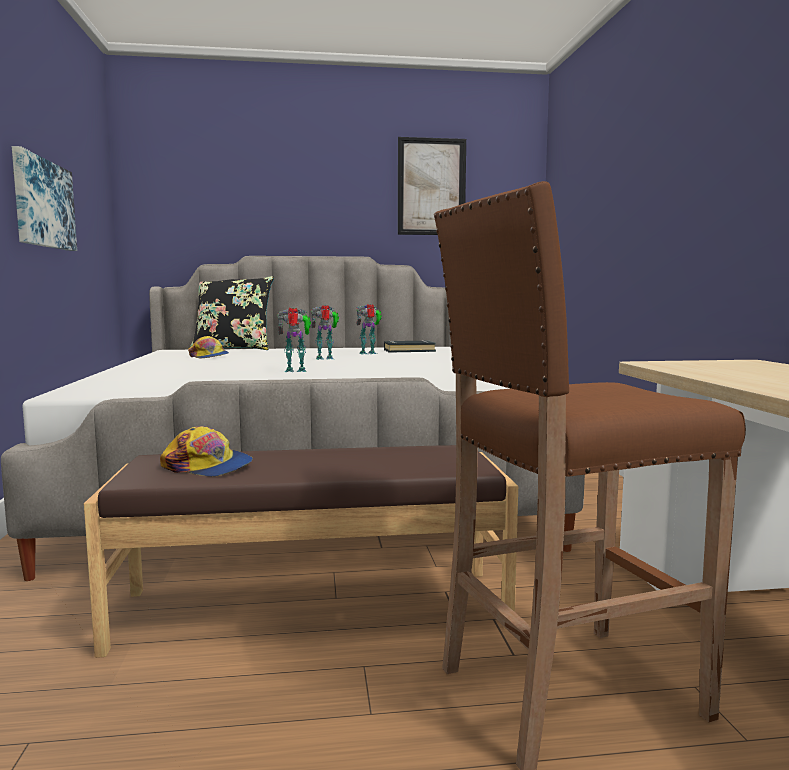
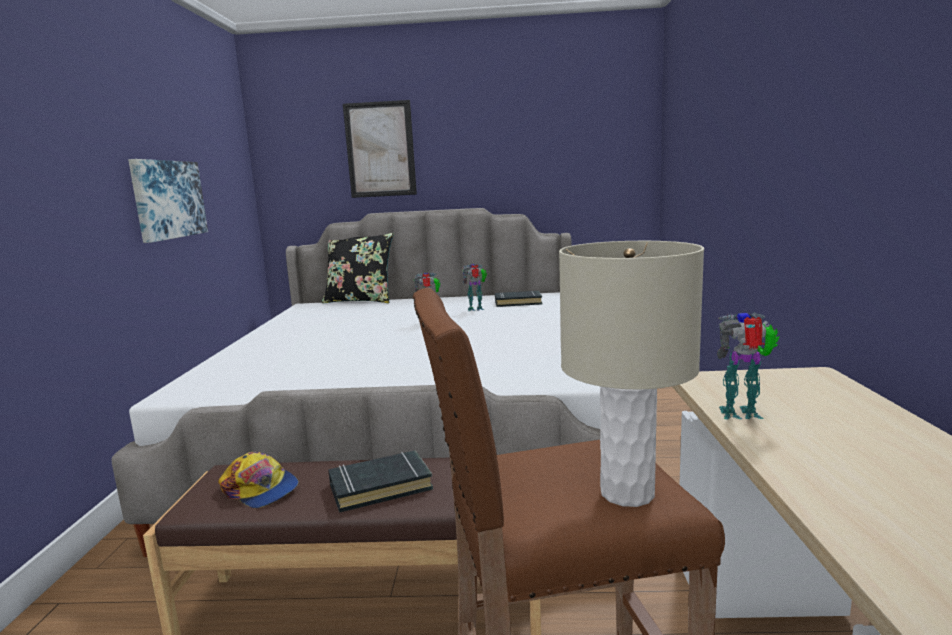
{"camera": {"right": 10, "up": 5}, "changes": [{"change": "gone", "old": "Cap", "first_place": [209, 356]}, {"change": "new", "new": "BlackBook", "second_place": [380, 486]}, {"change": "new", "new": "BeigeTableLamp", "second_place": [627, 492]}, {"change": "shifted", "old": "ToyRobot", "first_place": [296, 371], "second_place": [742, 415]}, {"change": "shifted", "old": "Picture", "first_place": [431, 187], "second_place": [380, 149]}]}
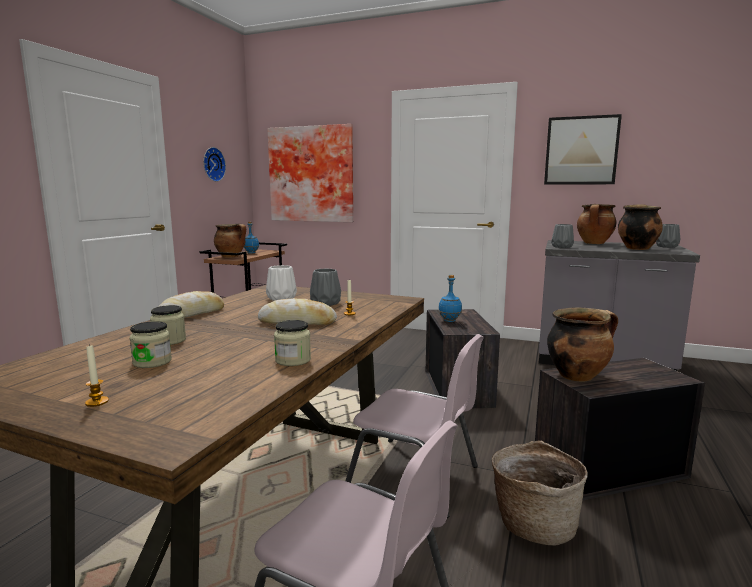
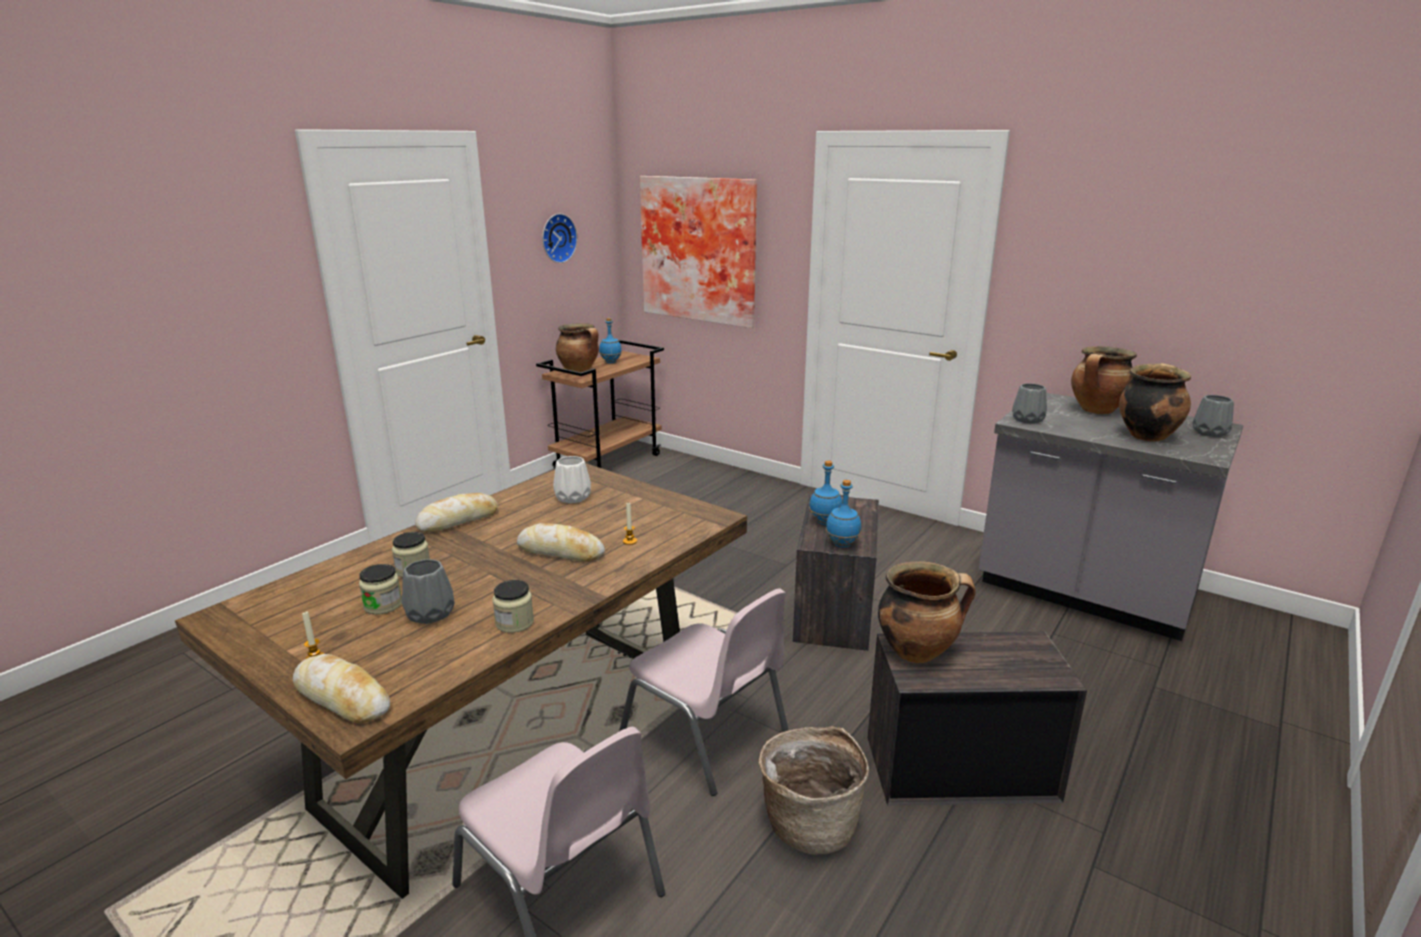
{"camera": {"right": 15, "up": 10}, "changes": [{"change": "gone", "old": "Picture", "first_place": [581, 150]}, {"change": "new", "new": "Bread", "second_place": [342, 698]}, {"change": "new", "new": "BlueBottle", "second_place": [841, 544]}, {"change": "shifted", "old": "GreyVase", "first_place": [326, 303], "second_place": [431, 613]}]}
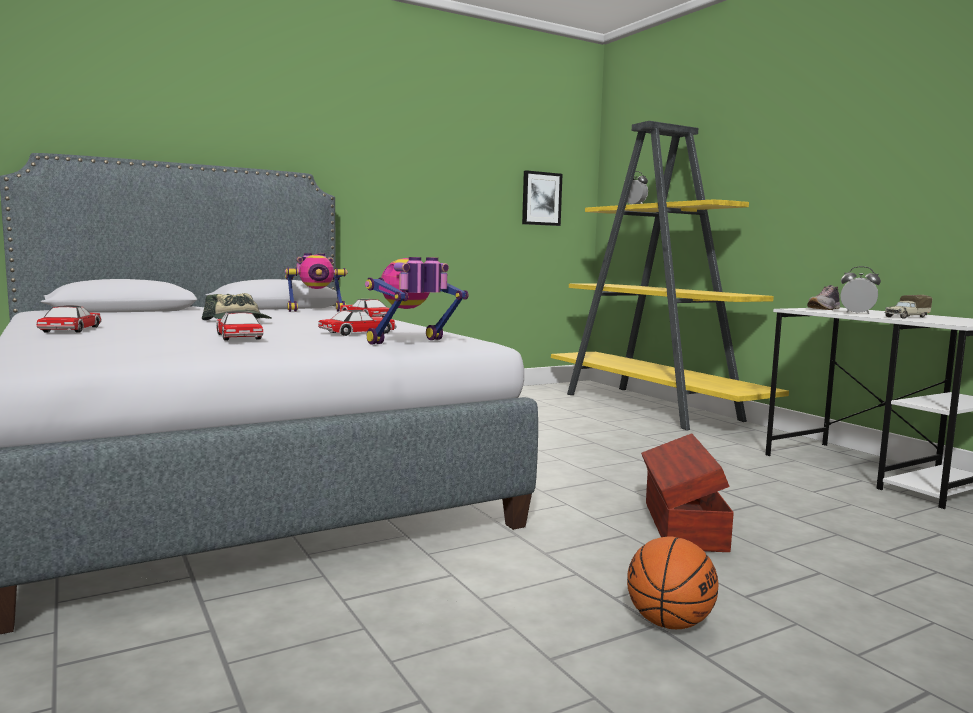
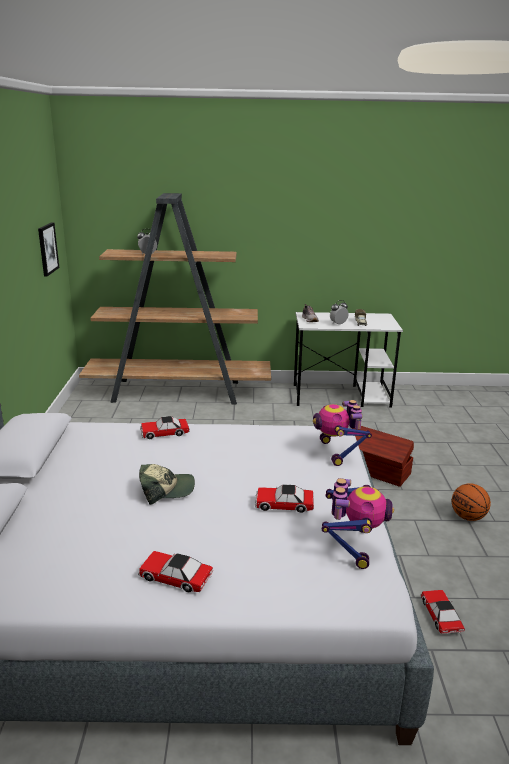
{"camera": {"right": -60, "up": 15}, "changes": [{"change": "shifted", "old": "ToyRobot", "first_place": [316, 310], "second_place": [352, 545]}, {"change": "shifted", "old": "ToyCar", "first_place": [358, 333], "second_place": [441, 615]}, {"change": "repainted", "old": "YellowBookcase", "new": "BrownBookcase", "first_place": [652, 407], "second_place": [179, 392]}]}
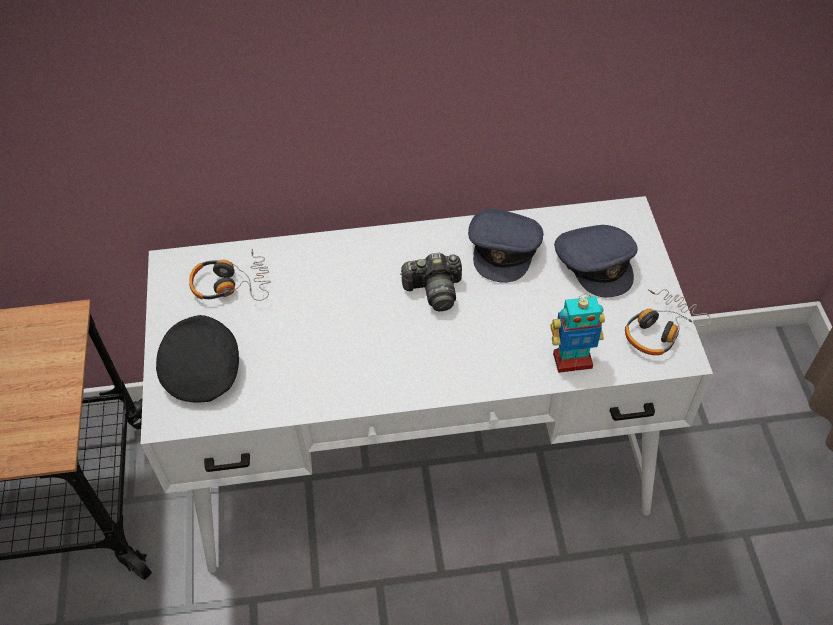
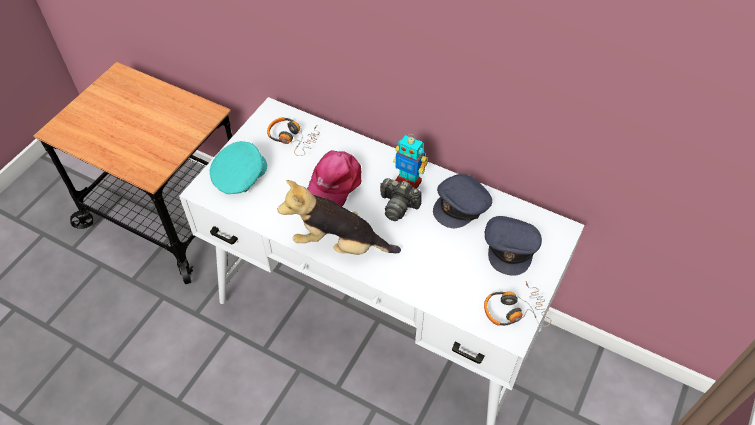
{"camera": {"right": 35, "up": 0}, "changes": [{"change": "new", "new": "PlushToy", "second_place": [339, 244]}, {"change": "new", "new": "PinkCap", "second_place": [334, 183]}, {"change": "shifted", "old": "ToyRobot", "first_place": [572, 360], "second_place": [408, 181]}, {"change": "repainted", "old": "BlackCap", "new": "TurquoiseCap", "first_place": [201, 369], "second_place": [239, 175]}]}
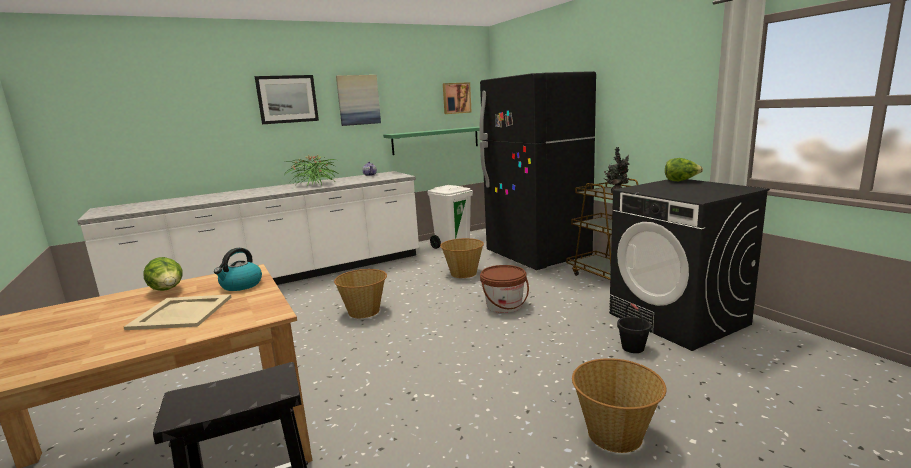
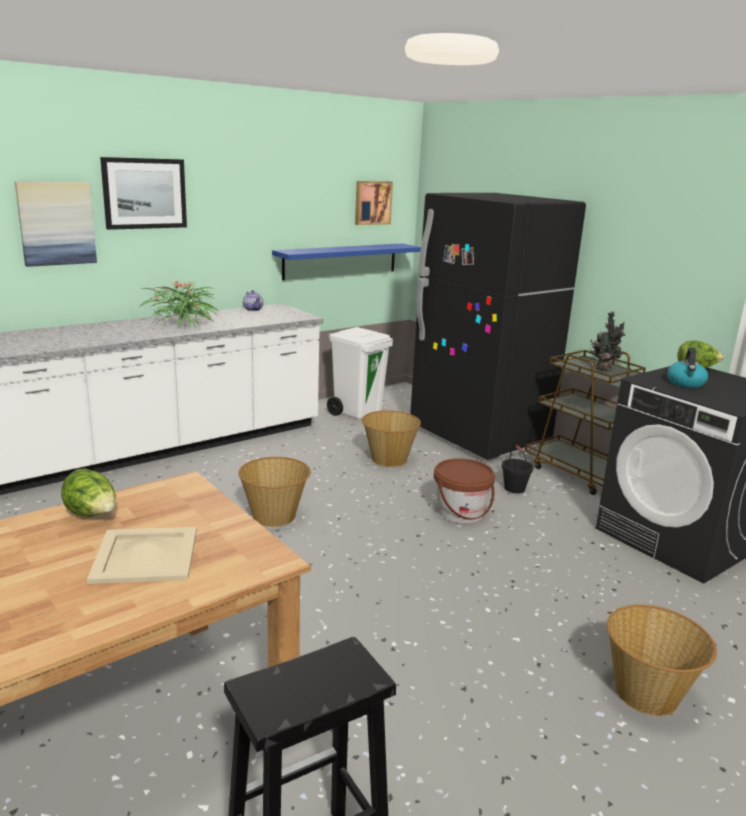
{"camera": {"right": -10, "up": 5}, "changes": [{"change": "shifted", "old": "Kettle", "first_place": [241, 285], "second_place": [686, 383]}, {"change": "shifted", "old": "Picture", "first_place": [358, 100], "second_place": [56, 223]}, {"change": "shifted", "old": "BlackBucket", "first_place": [633, 348], "second_place": [514, 488]}, {"change": "repainted", "old": "GreenShelf", "new": "BlueShelf", "first_place": [436, 140], "second_place": [341, 261]}]}
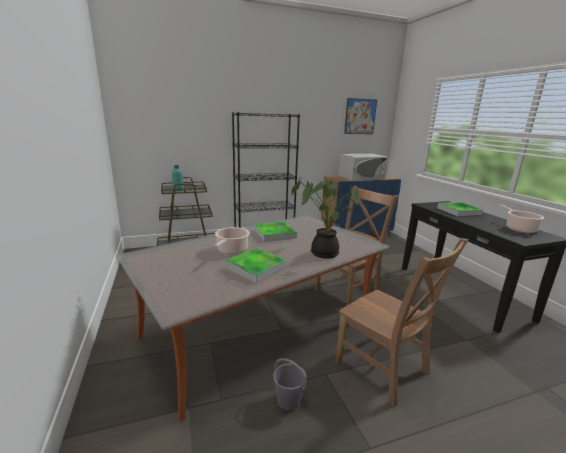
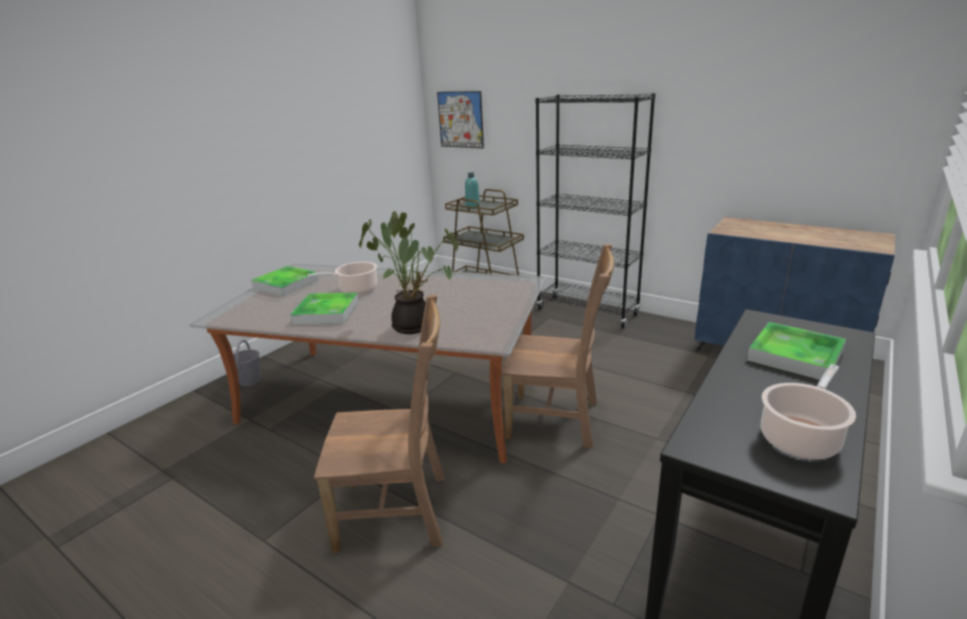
{"camera": {"right": 55, "up": 5}, "changes": [{"change": "gone", "old": "WhiteMicrowave", "first_place": [361, 177]}, {"change": "shifted", "old": "Tray", "first_place": [274, 234], "second_place": [286, 284]}, {"change": "shifted", "old": "GreyBucket", "first_place": [288, 400], "second_place": [250, 380]}, {"change": "shifted", "old": "Picture", "first_place": [360, 116], "second_place": [460, 119]}, {"change": "rotated", "old": "BrownChair", "first_place": [384, 370], "second_place": [398, 512], "degrees": -105}]}
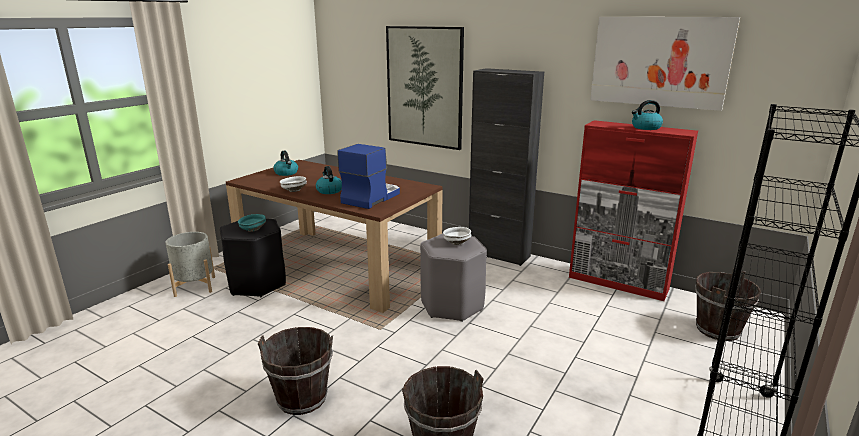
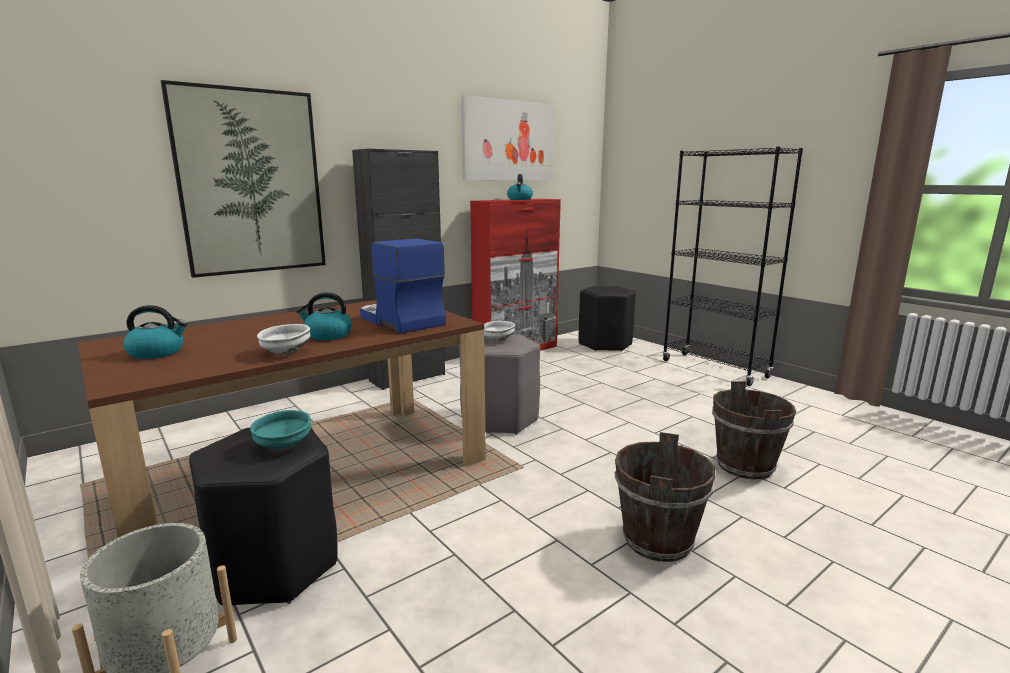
{"camera": {"right": -70, "up": -5}, "changes": [{"change": "swapped", "old": "BrownBucket", "new": "BlackStool", "first_place": [717, 330], "second_place": [605, 344]}]}
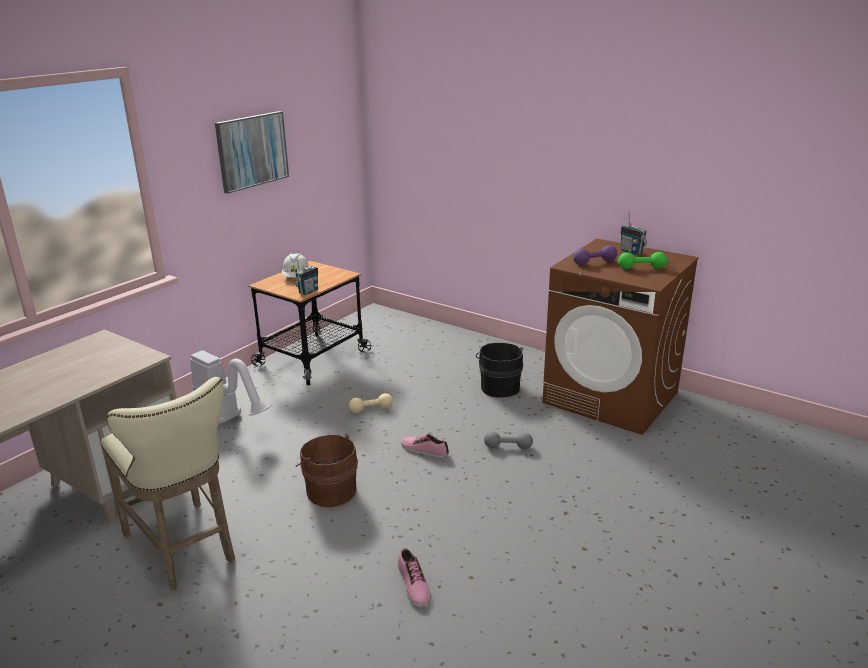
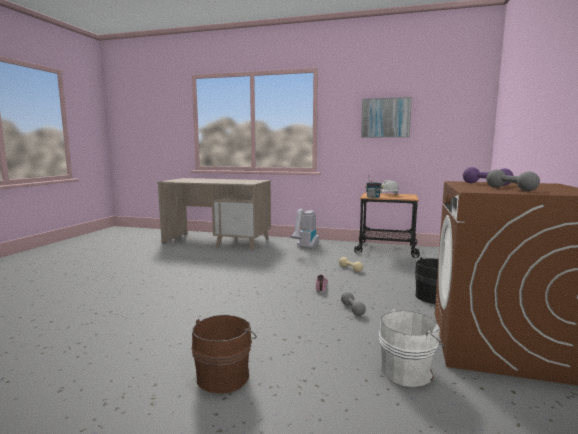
{"camera": {"right": 70, "up": -15}, "changes": [{"change": "gone", "old": "BeigeStool", "first_place": [184, 549]}, {"change": "gone", "old": "Shoe", "first_place": [413, 584]}, {"change": "gone", "old": "Radio", "first_place": [631, 252]}, {"change": "new", "new": "WhiteBucket", "second_place": [408, 371]}, {"change": "shifted", "old": "BrownBucket", "first_place": [330, 490], "second_place": [225, 376]}, {"change": "repainted", "old": "GreenDumbbell", "new": "GreyDumbbell", "first_place": [641, 268], "second_place": [510, 189]}]}
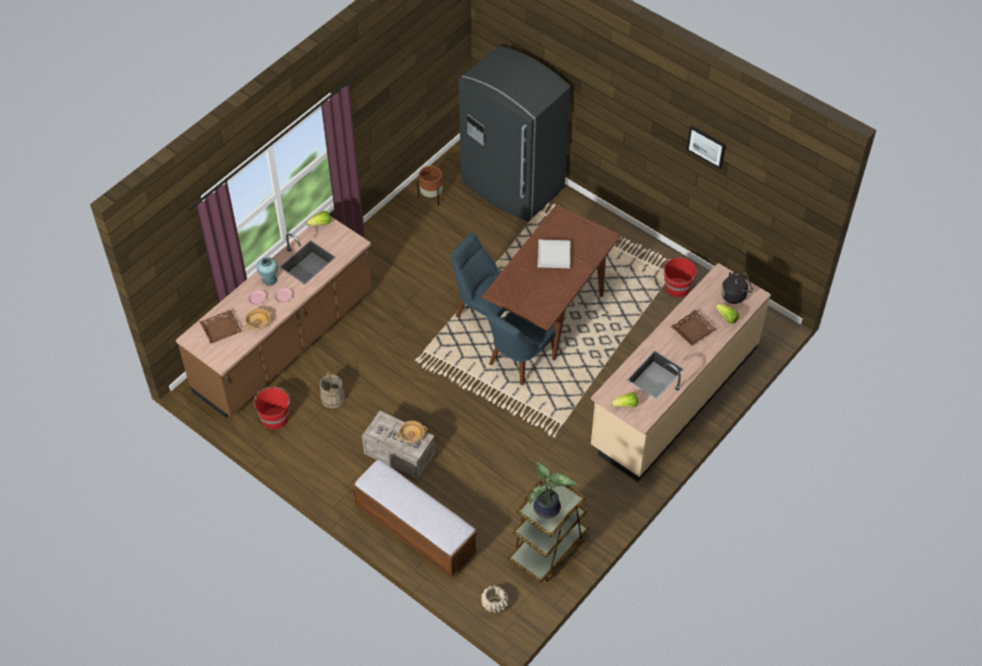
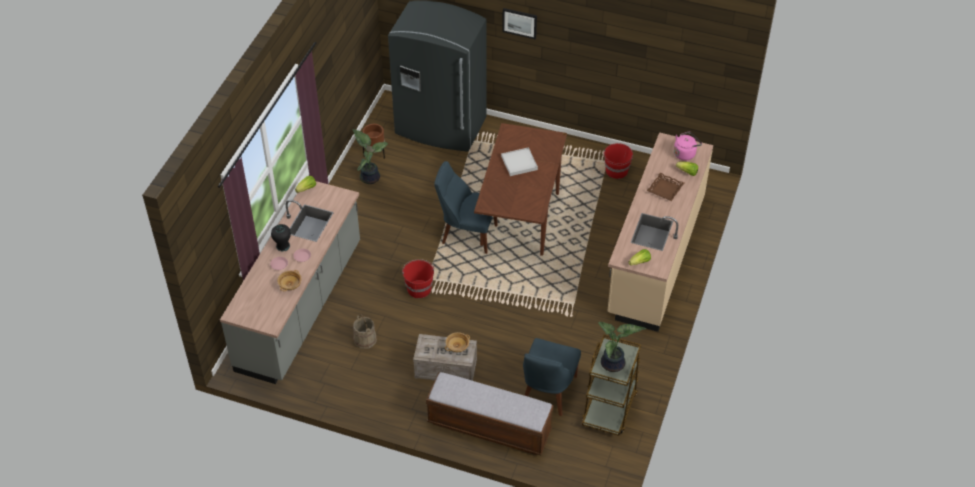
{"camera": {"right": -20, "up": -5}, "changes": [{"change": "gone", "old": "BrownTray", "first_place": [221, 329]}, {"change": "gone", "old": "BeigePlanter", "first_place": [494, 604]}, {"change": "new", "new": "PottedPlant", "second_place": [370, 177]}, {"change": "shifted", "old": "RedBucket", "first_place": [275, 417], "second_place": [419, 288]}, {"change": "shifted", "old": "BlueChair", "first_place": [519, 360], "second_place": [547, 392]}, {"change": "shifted", "old": "Picture", "first_place": [706, 146], "second_place": [519, 23]}, {"change": "repainted", "old": "BrownCounter", "new": "GreyCounter", "first_place": [285, 343], "second_place": [300, 306]}, {"change": "repainted", "old": "TurquoiseVase", "new": "BlackVase", "first_place": [270, 280], "second_place": [283, 246]}, {"change": "repainted", "old": "BlackKettle", "new": "PinkKettle", "first_place": [735, 295], "second_place": [685, 153]}]}
